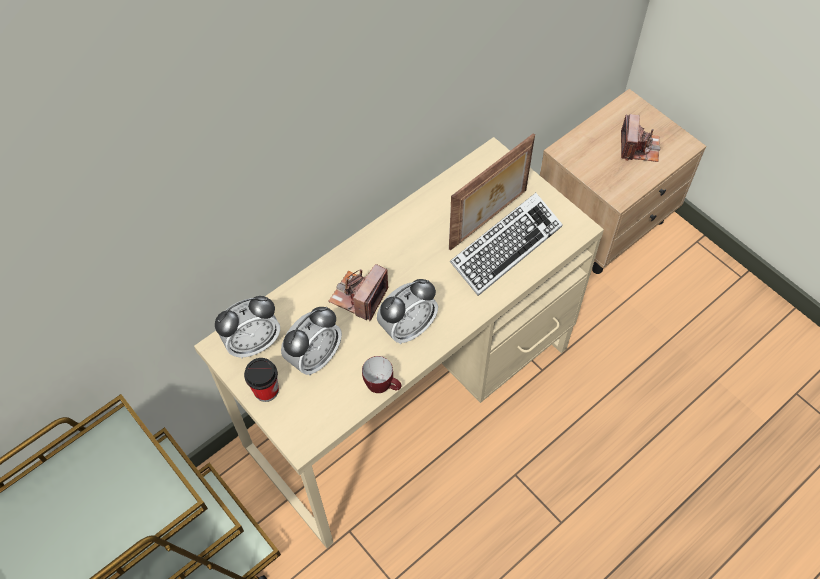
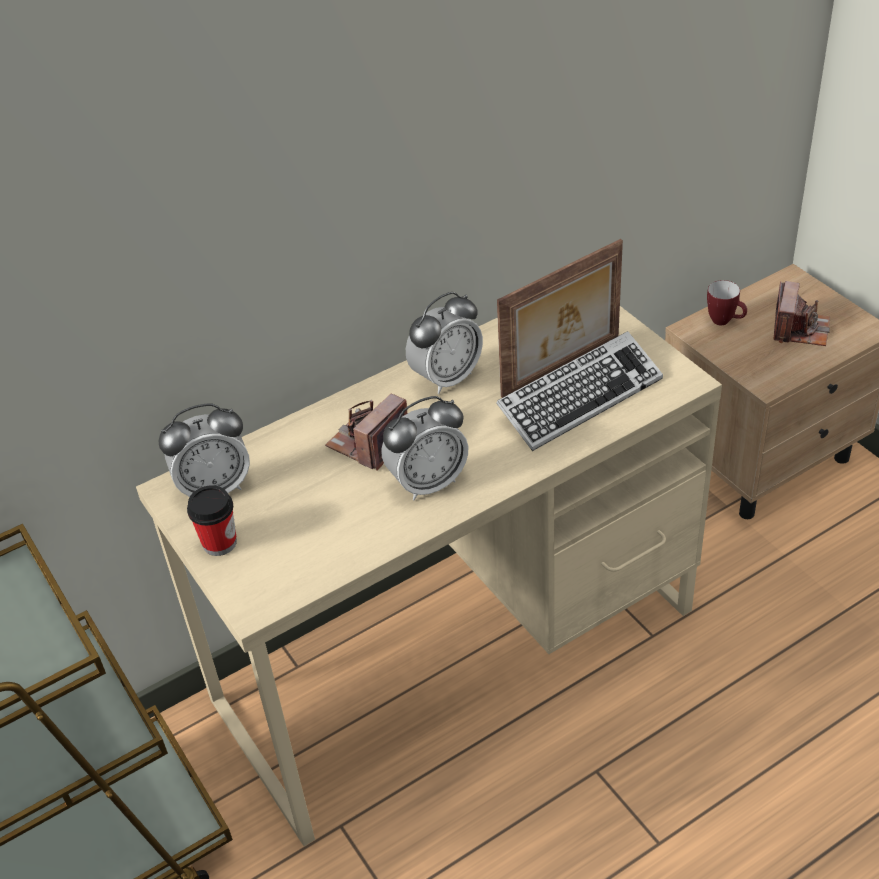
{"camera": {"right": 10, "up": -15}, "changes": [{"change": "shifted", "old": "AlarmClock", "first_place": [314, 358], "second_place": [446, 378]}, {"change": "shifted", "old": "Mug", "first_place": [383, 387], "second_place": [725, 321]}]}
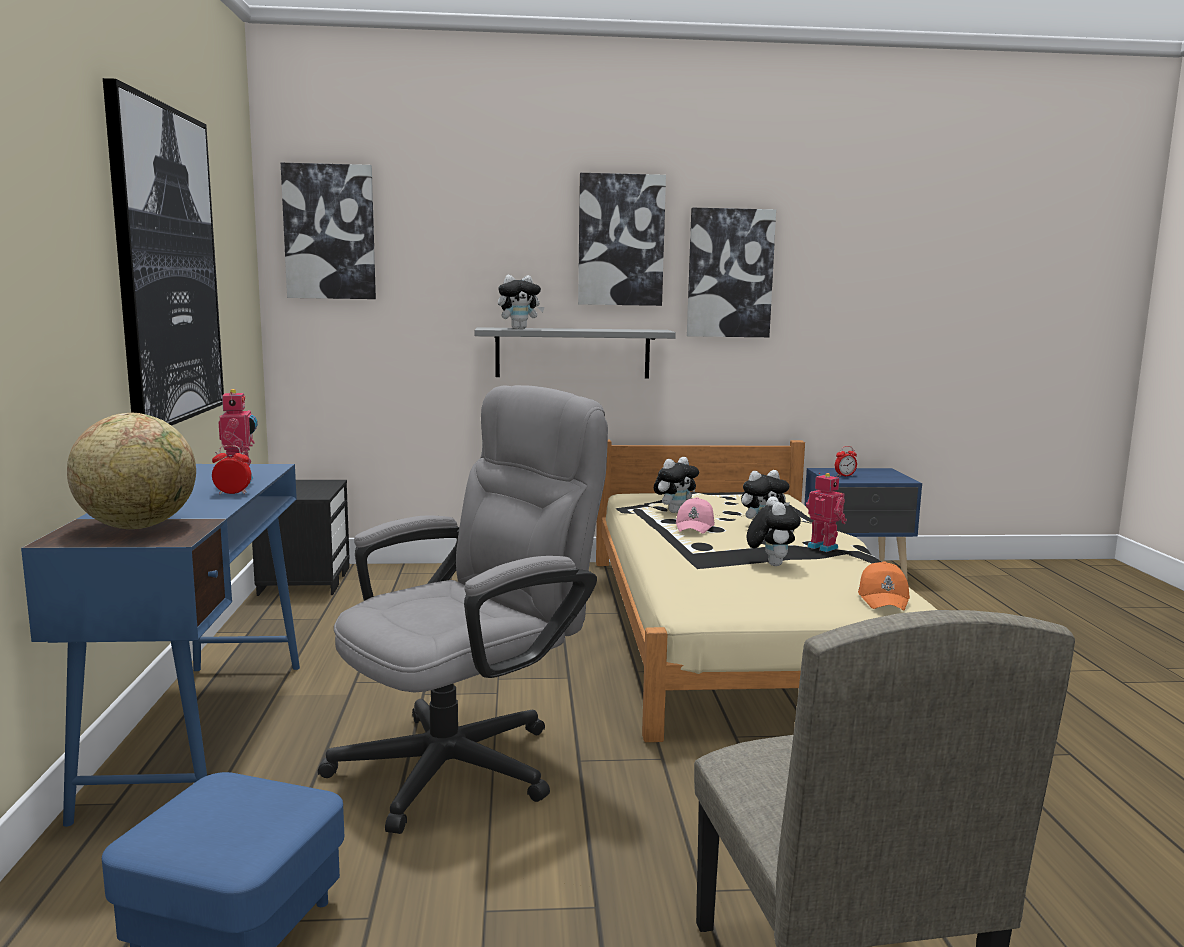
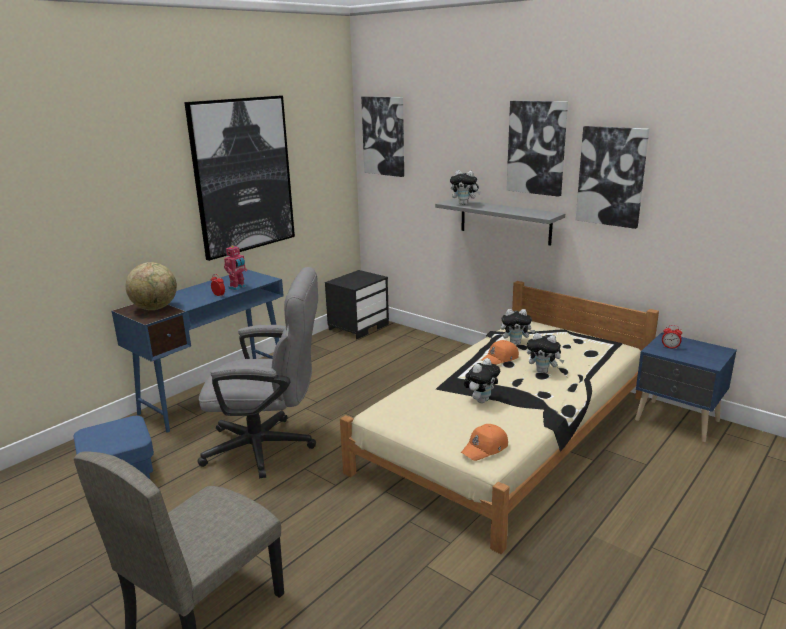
{"camera": {"right": 45, "up": 10}, "changes": [{"change": "gone", "old": "ToyRobot", "first_place": [824, 547]}, {"change": "repainted", "old": "PinkCap", "new": "OrangeCap", "first_place": [695, 526], "second_place": [500, 359]}]}
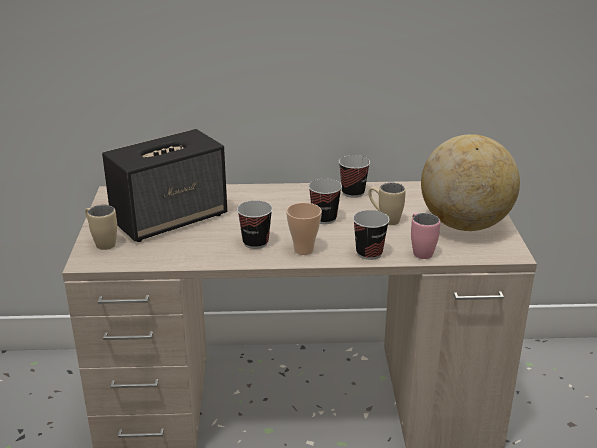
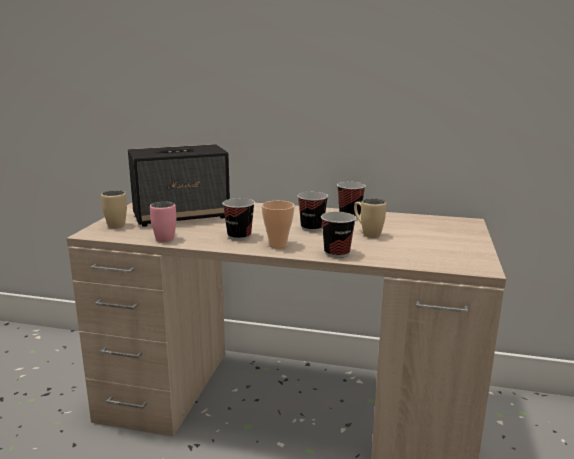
{"camera": {"right": 15, "up": -10}, "changes": [{"change": "gone", "old": "Globe", "first_place": [465, 225]}, {"change": "shifted", "old": "PinkMug", "first_place": [420, 250], "second_place": [166, 237]}]}
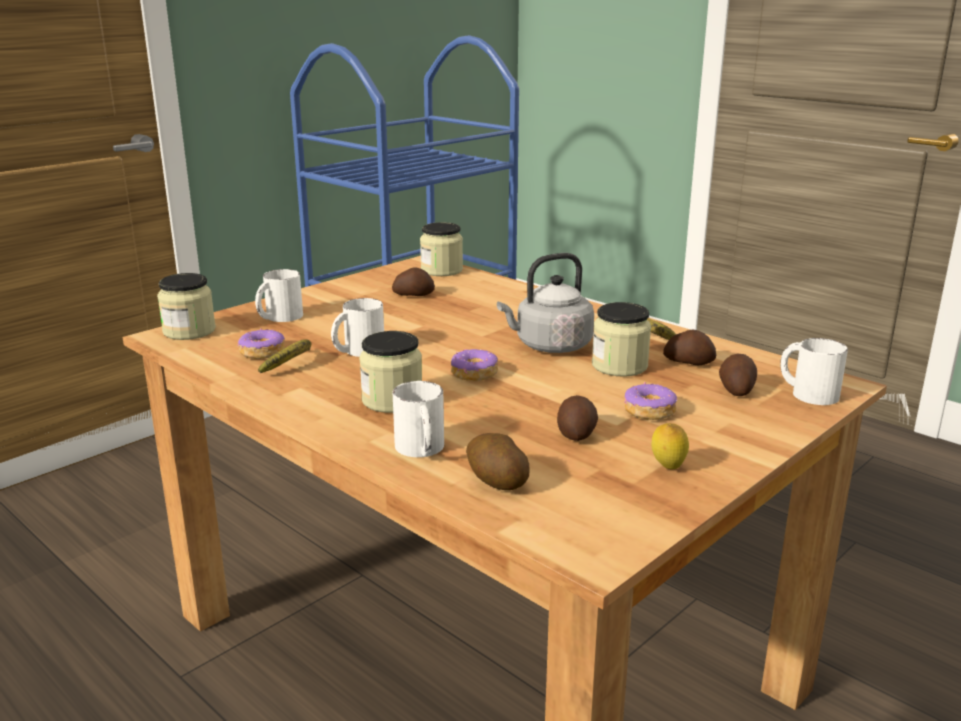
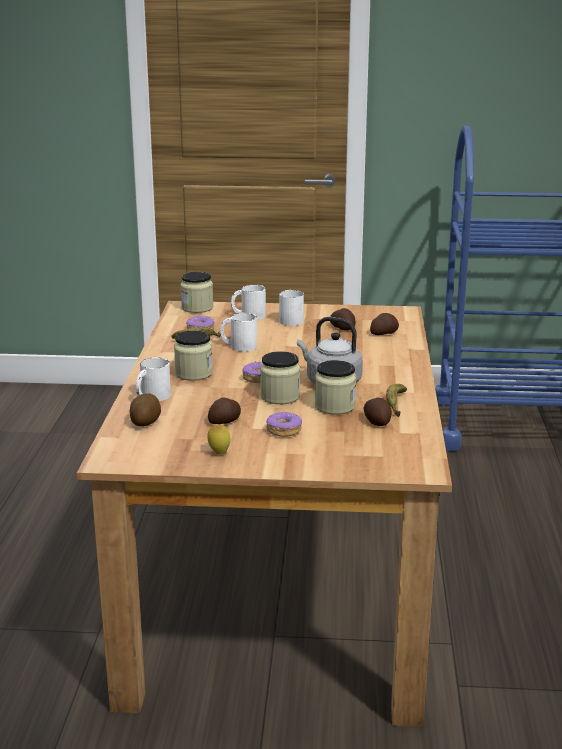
{"camera": {"right": 50, "up": 0}, "changes": [{"change": "shifted", "old": "Jar", "first_place": [441, 270], "second_place": [280, 396]}, {"change": "shifted", "old": "Potato", "first_place": [736, 389], "second_place": [383, 333]}, {"change": "shifted", "old": "WhiteMug", "first_place": [806, 392], "second_place": [291, 319]}]}
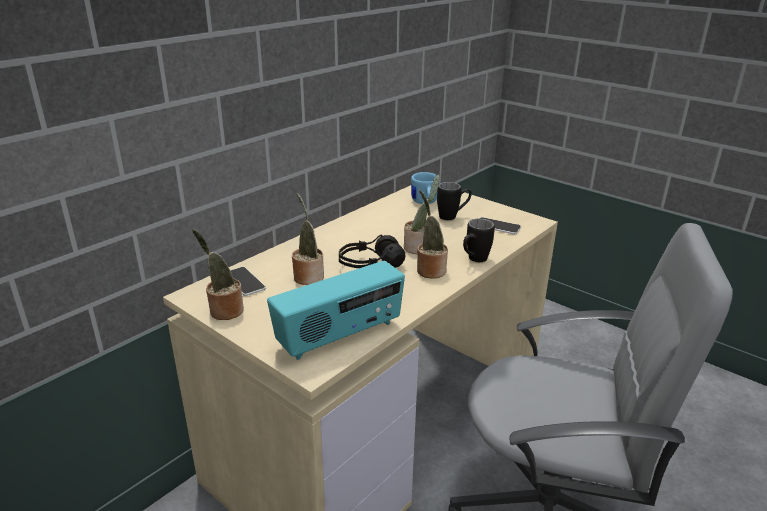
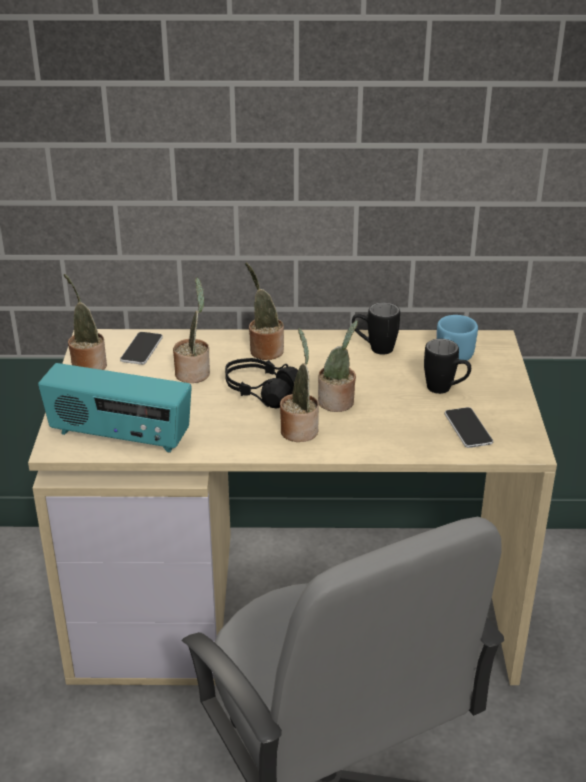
{"camera": {"right": 50, "up": 5}, "changes": [{"change": "new", "new": "PottedPlant", "second_place": [264, 350]}, {"change": "shifted", "old": "BlackMug", "first_place": [474, 260], "second_place": [374, 348]}]}
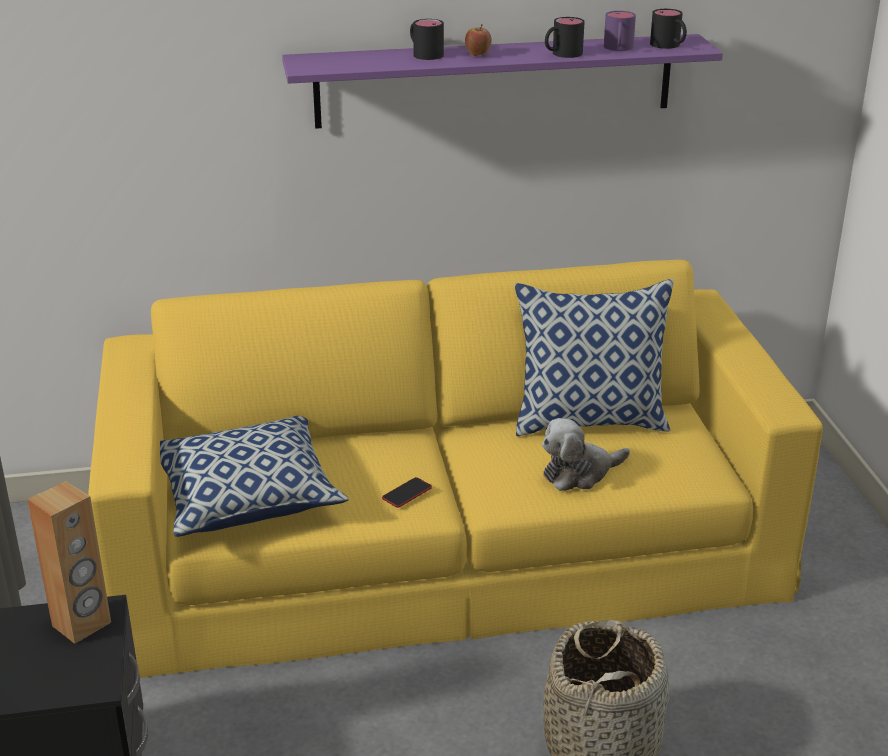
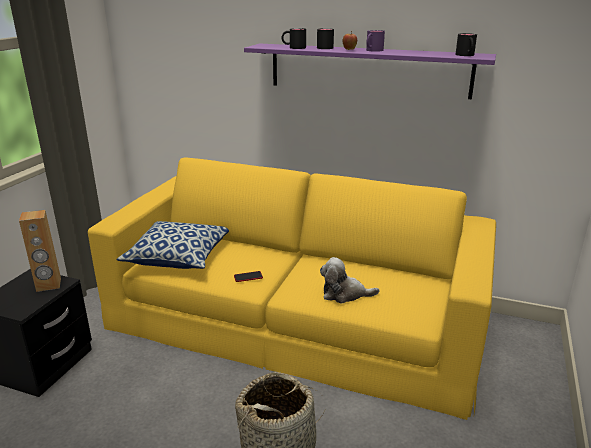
{"camera": {"right": 30, "up": -5}, "changes": [{"change": "gone", "old": "Pillow", "first_place": [590, 420]}, {"change": "shifted", "old": "BlackMug", "first_place": [561, 54], "second_place": [293, 48]}, {"change": "shifted", "old": "PurpleMug", "first_place": [618, 48], "second_place": [372, 50]}]}
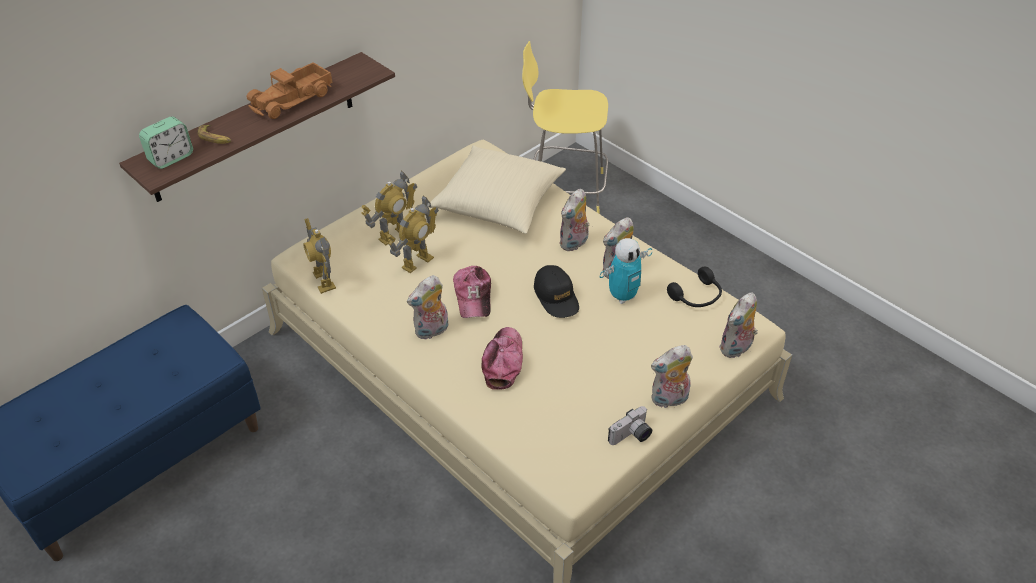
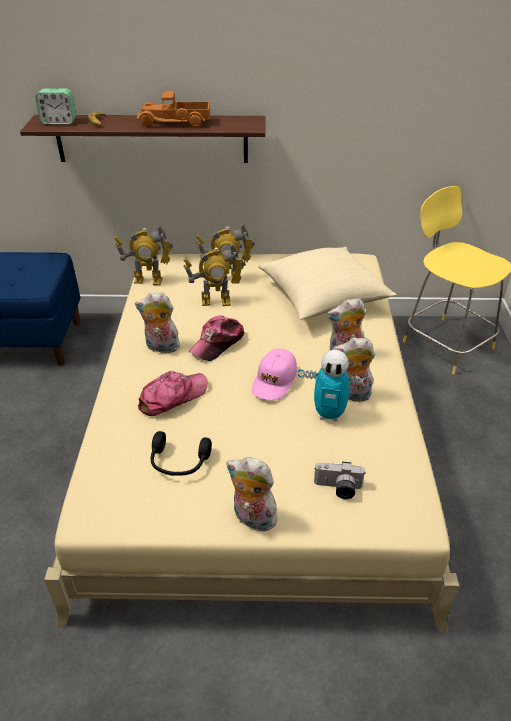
{"camera": {"right": 45, "up": -5}, "changes": [{"change": "gone", "old": "PlushToy", "first_place": [736, 349]}, {"change": "shifted", "old": "PhotoCamera", "first_place": [631, 436], "second_place": [338, 489]}, {"change": "shifted", "old": "BlackHeadphones", "first_place": [697, 297], "second_place": [178, 462]}, {"change": "repainted", "old": "BlackCap", "new": "PinkCap", "first_place": [556, 297], "second_place": [274, 380]}, {"change": "rotated", "old": "ToyRobot", "first_place": [324, 280], "second_place": [148, 281], "degrees": -105}]}
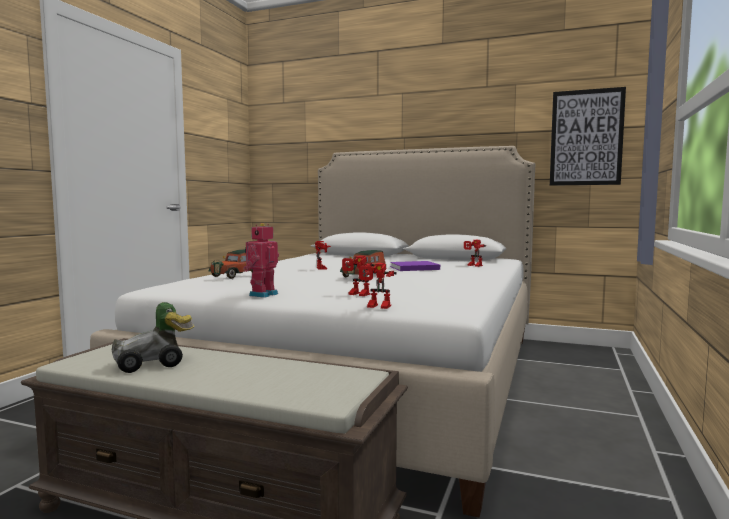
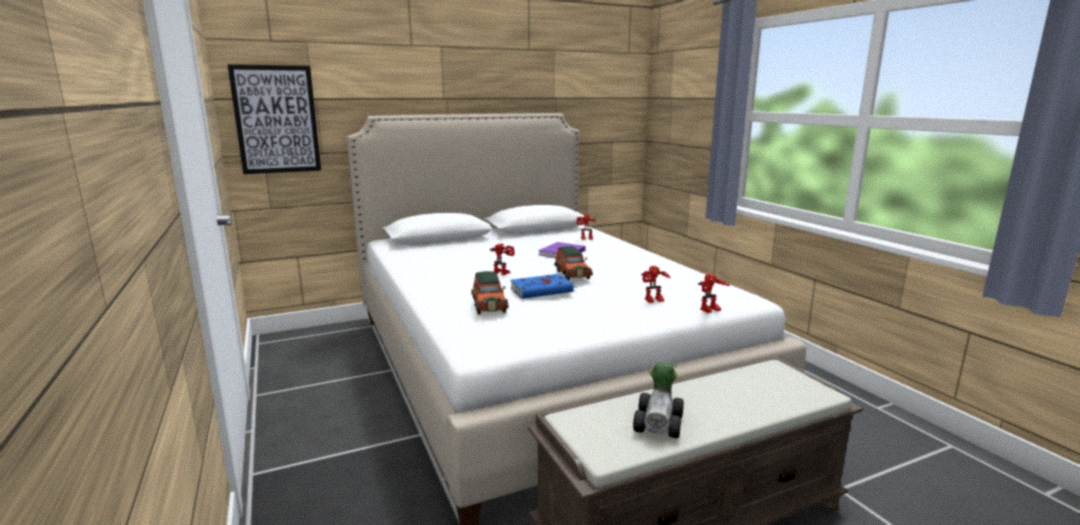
{"camera": {"right": -45, "up": 10}, "changes": [{"change": "gone", "old": "ToyRobot", "first_place": [262, 294]}, {"change": "new", "new": "BlueBook", "second_place": [543, 290]}, {"change": "shifted", "old": "Picture", "first_place": [586, 138], "second_place": [276, 119]}]}
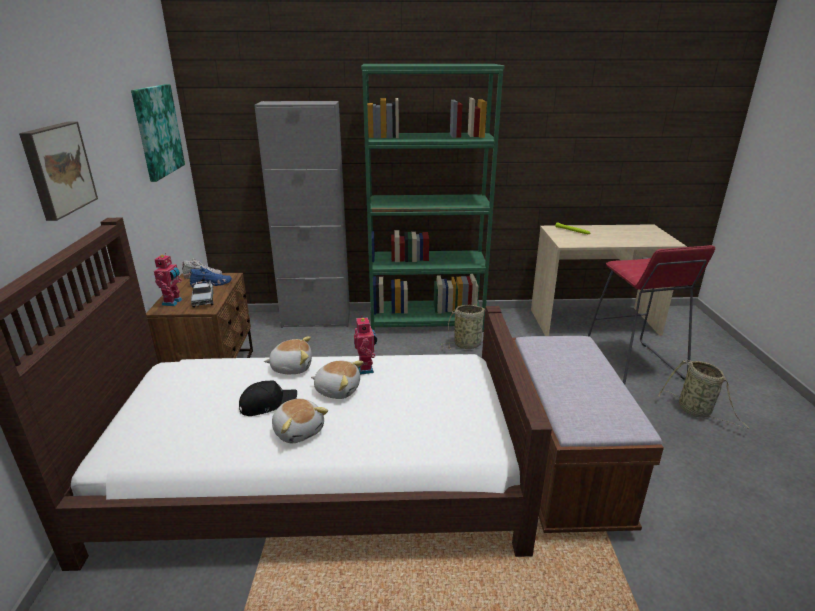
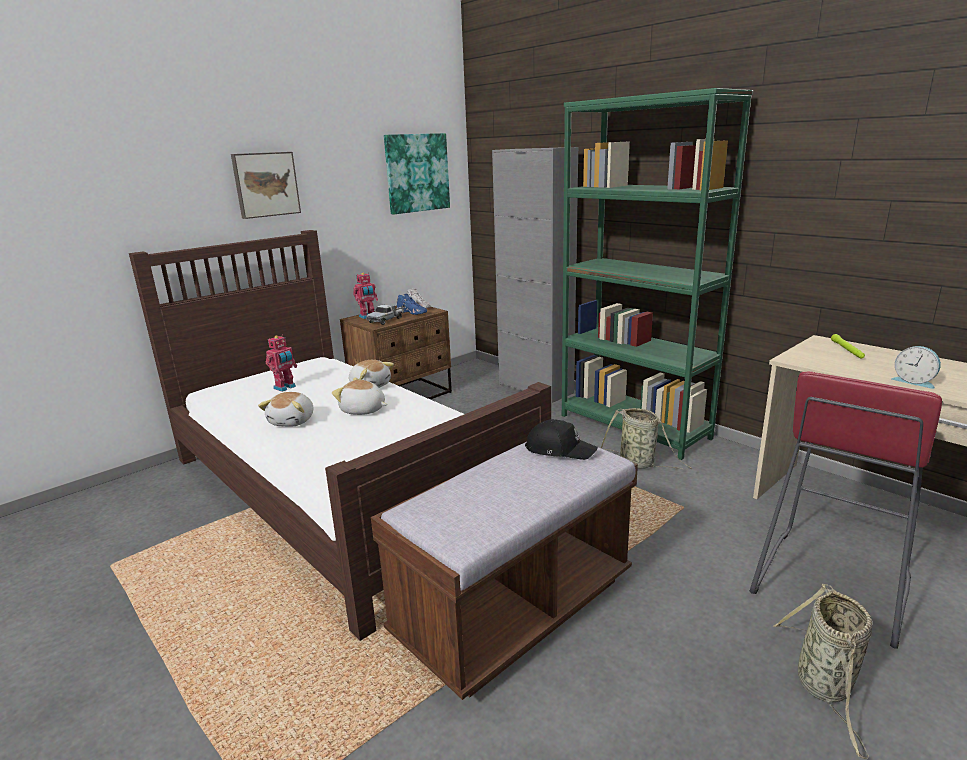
{"camera": {"right": 50, "up": -5}, "changes": [{"change": "new", "new": "AlarmClock", "second_place": [914, 381]}, {"change": "shifted", "old": "BlackCap", "first_place": [267, 403], "second_place": [559, 449]}, {"change": "shifted", "old": "ToyRobot", "first_place": [366, 369], "second_place": [285, 387]}, {"change": "rotated", "old": "PlushToy", "first_place": [337, 389], "second_place": [363, 410], "degrees": 135}]}
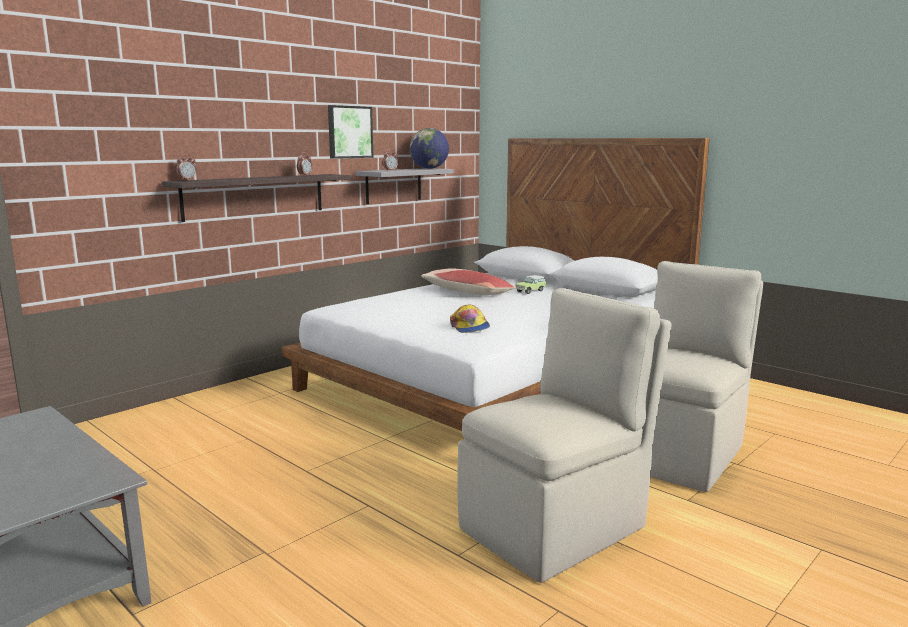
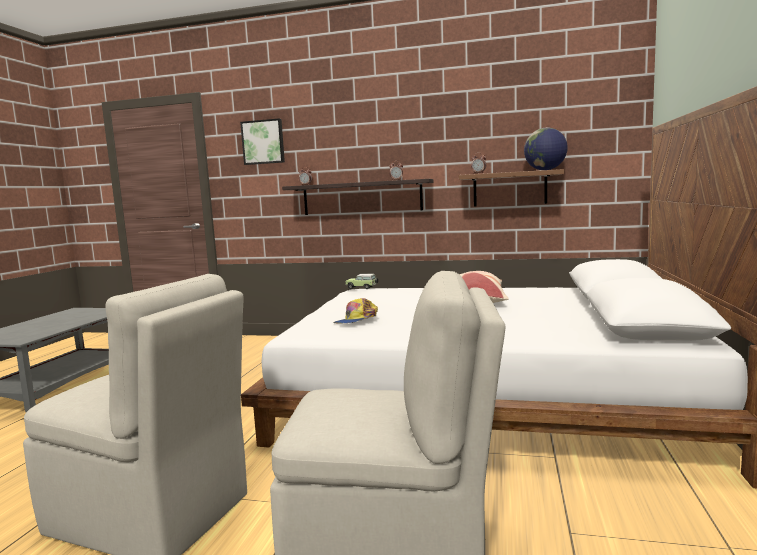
{"camera": {"right": 60, "up": -5}, "changes": [{"change": "shifted", "old": "Picture", "first_place": [349, 132], "second_place": [263, 142]}, {"change": "shifted", "old": "ToyCar", "first_place": [531, 291], "second_place": [362, 288]}, {"change": "repainted", "old": "GreyShelf", "new": "BrownShelf", "first_place": [393, 185], "second_place": [509, 189]}]}
